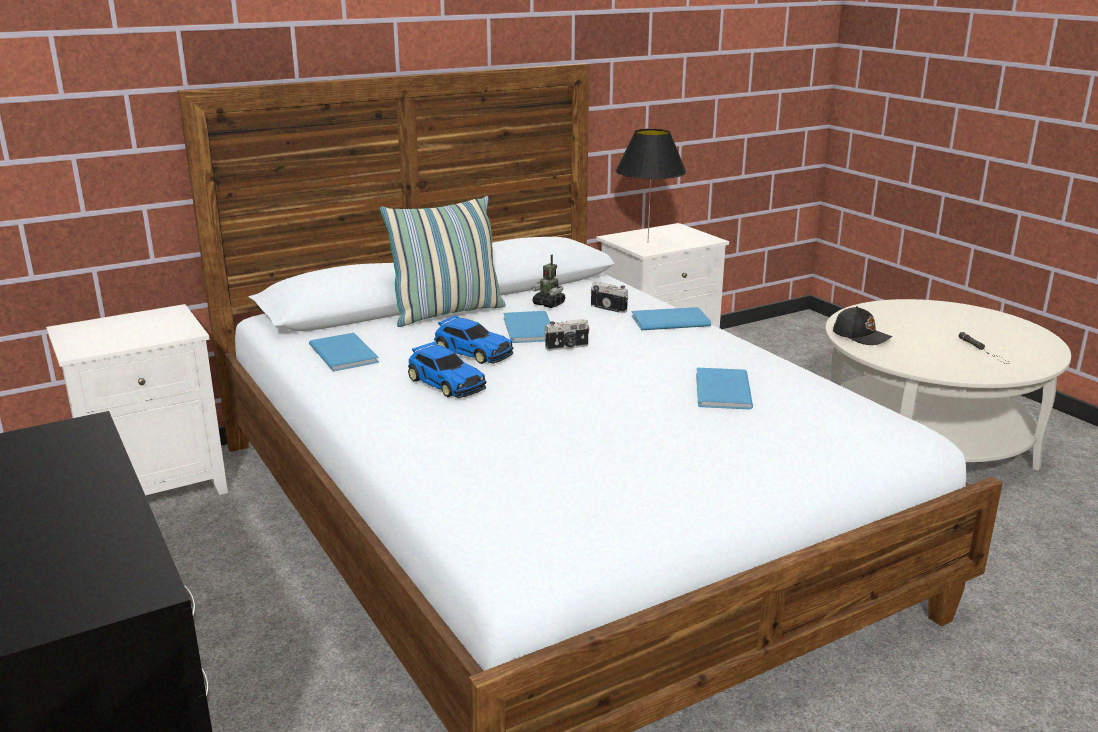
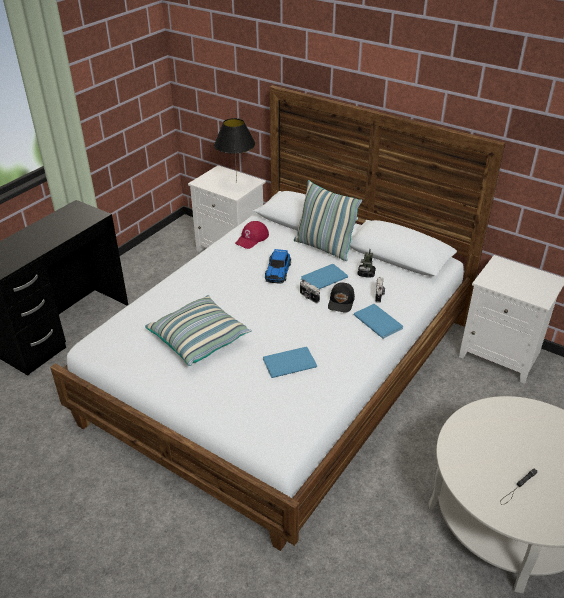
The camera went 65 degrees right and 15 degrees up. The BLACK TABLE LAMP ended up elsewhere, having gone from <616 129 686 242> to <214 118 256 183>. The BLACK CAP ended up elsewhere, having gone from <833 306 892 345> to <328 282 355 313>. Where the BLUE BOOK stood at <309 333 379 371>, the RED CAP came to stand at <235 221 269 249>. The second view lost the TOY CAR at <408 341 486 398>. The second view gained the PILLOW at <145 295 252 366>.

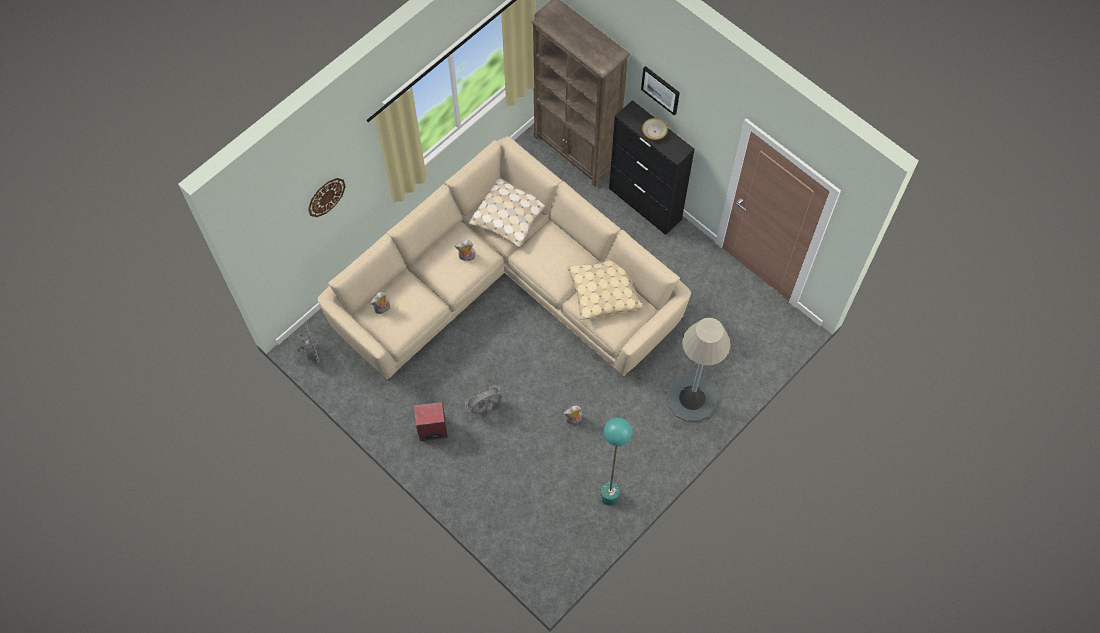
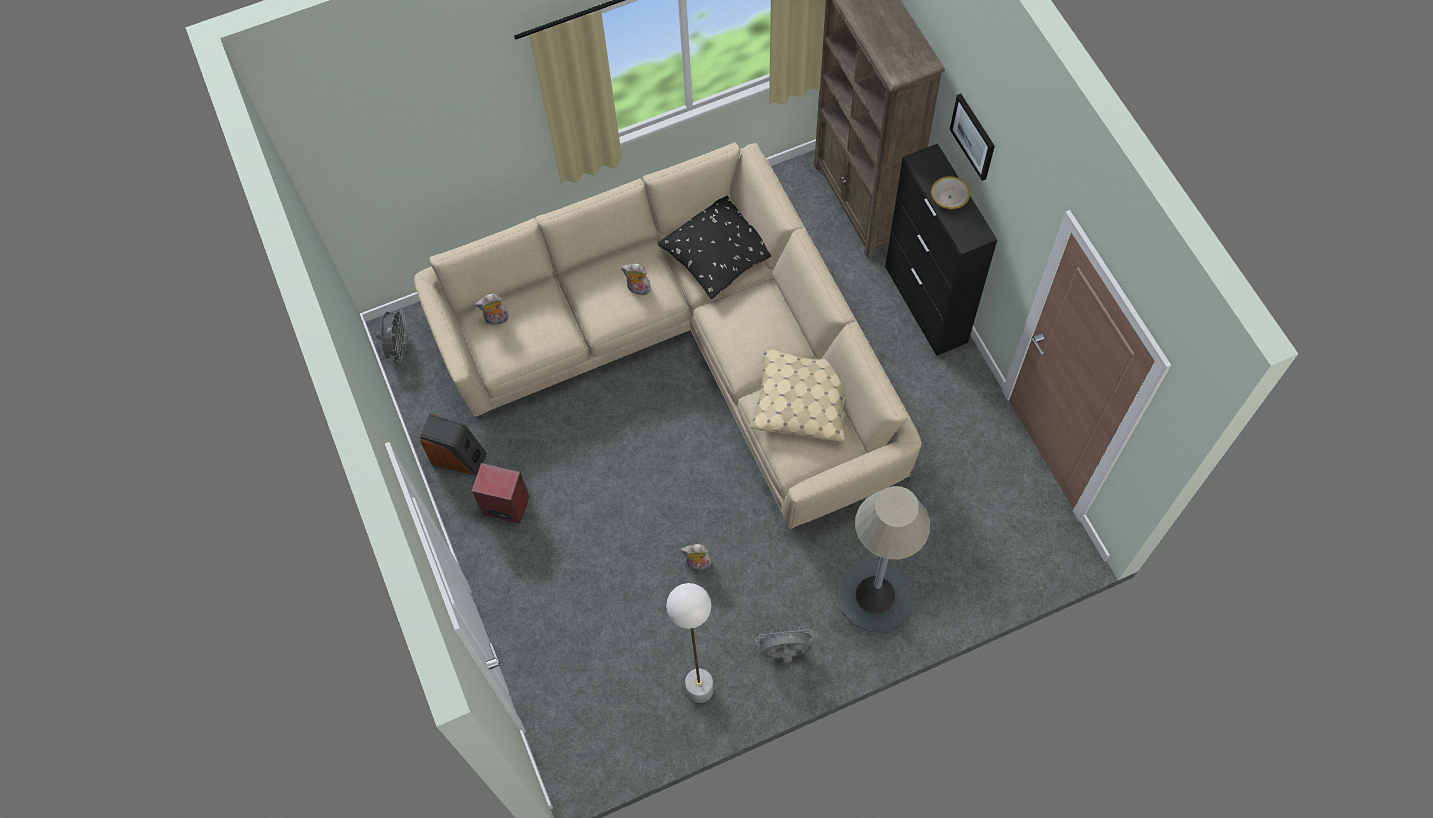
The camera went 25 degrees right and 0 degrees up. What was the BEIGE PILLOW at <468 176 545 247> turned into the BLACK PILLOW at <658 196 771 299>. The second view lost the WALL CLOCK at <308 178 346 217>. The GREY FAN ended up elsewhere, having gone from <465 385 502 414> to <755 627 814 663>. What was the TURQUOISE FLOOR LAMP at <600 418 633 505> turned into the WHITE FLOOR LAMP at <666 583 714 703>. The second view gained the SPEAKER at <420 414 487 475>.

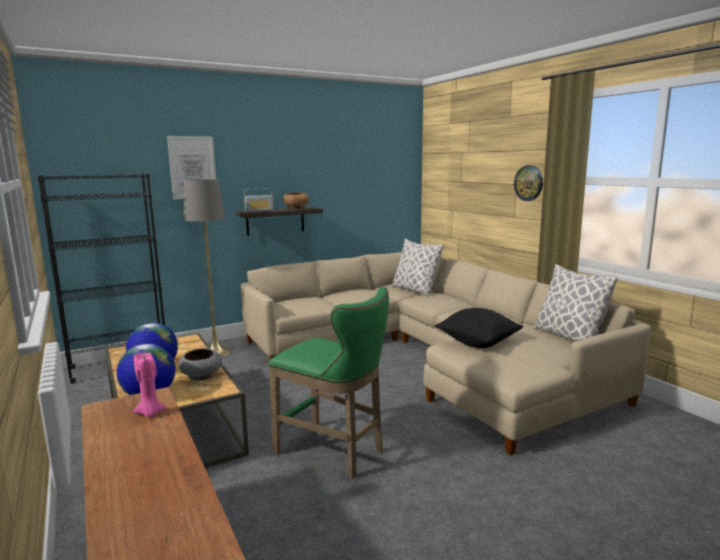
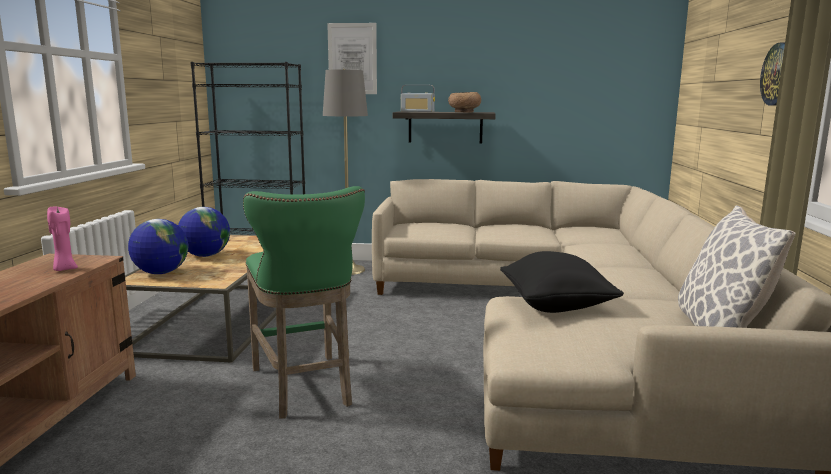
The camera went 35 degrees right and 0 degrees up. The second view lost the PILLOW at <392 239 444 296>. The second view lost the GREY BOWL at <178 348 222 381>.

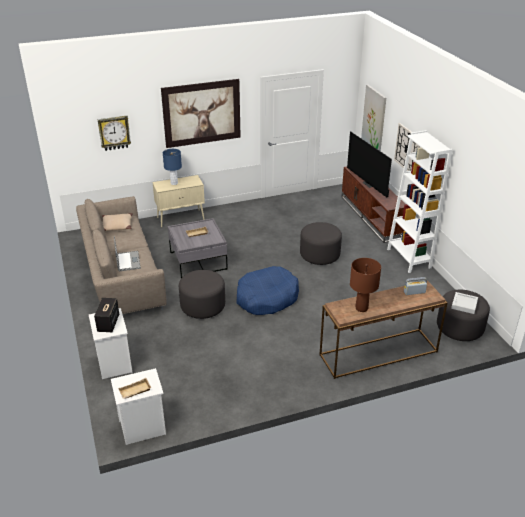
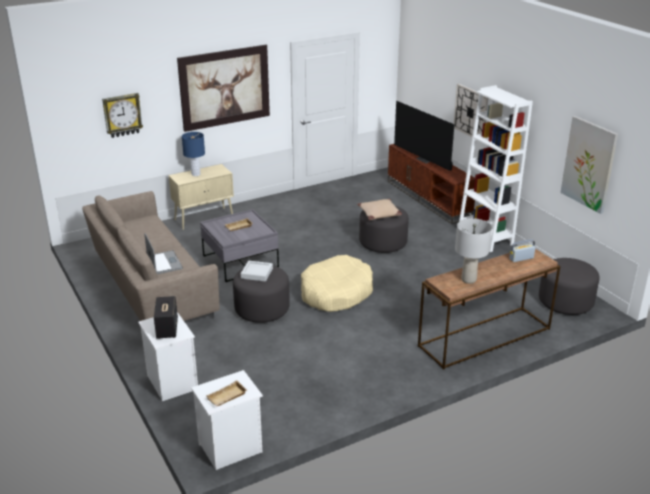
The camera went 10 degrees left and 5 degrees down. The PICTURE ended up elsewhere, having gone from <361 85 386 151> to <560 116 618 214>. The BEIGE PILLOW ended up elsewhere, having gone from <102 213 133 231> to <357 199 402 220>. What was the BROWN TABLE LAMP at <350 258 381 312> turned into the GREY TABLE LAMP at <455 218 492 284>. What was the BLUE DOG BED at <237 266 299 315> turned into the BEIGE DOG BED at <301 255 373 312>. The GREY TRAY ended up elsewhere, having gone from <451 292 478 314> to <241 261 273 282>.

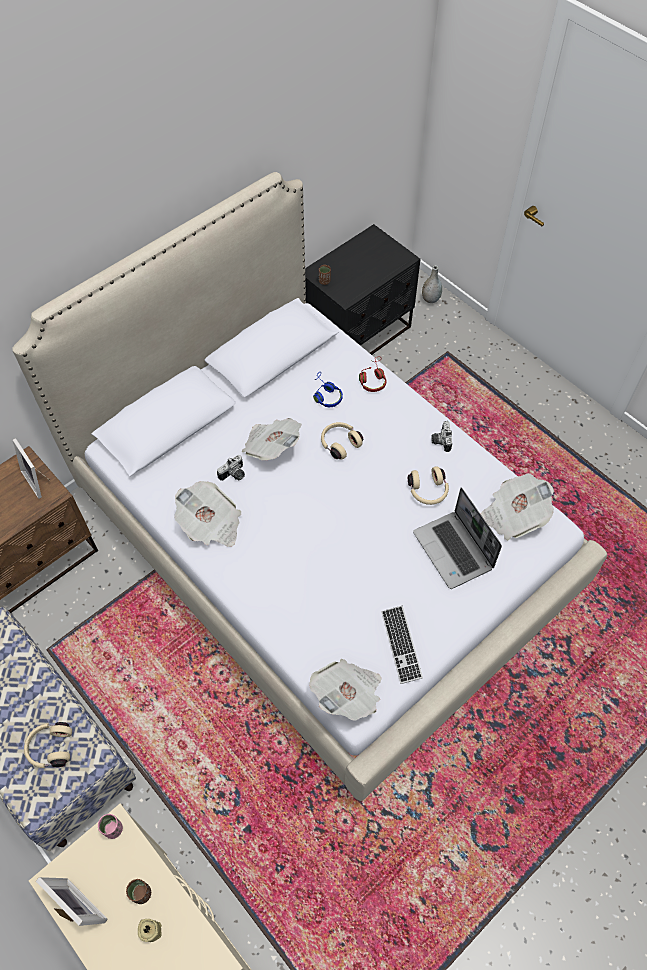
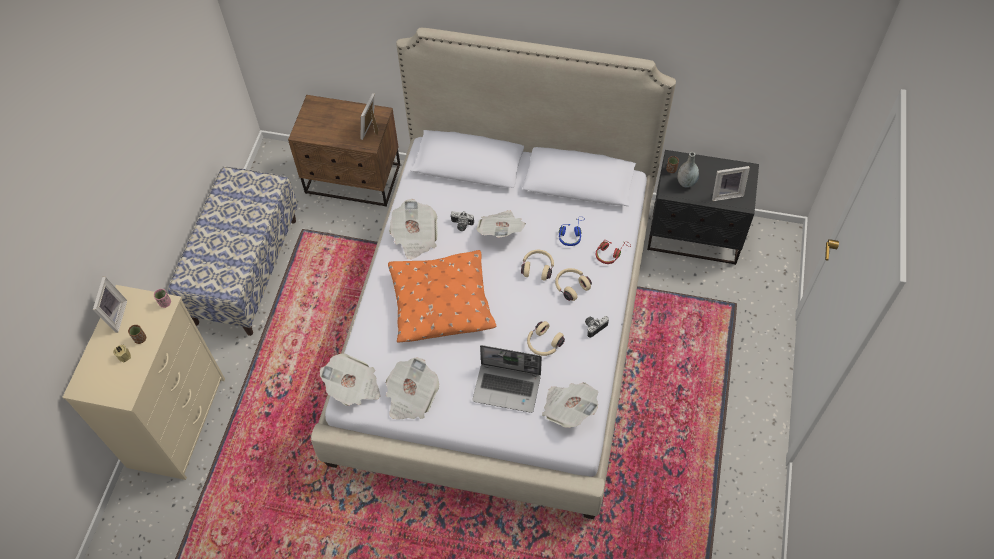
The camera went 55 degrees right and 0 degrees up. The GREY VASE ended up elsewhere, having gone from <422 265 442 303> to <677 152 699 188>. The LAPTOP at <413 487 502 589> ended up facing another way, 105 degrees counterclockwise from before. Where the KEYBOARD stood at <381 606 423 684>, the NEWSPAPER came to stand at <386 357 439 420>. The BEIGE HEADPHONES ended up elsewhere, having gone from <24 722 72 768> to <555 268 592 301>. The second view gained the PICTURE FRAME at <712 166 750 201>. The second view gained the ORANGE PILLOW at <388 250 496 342>.

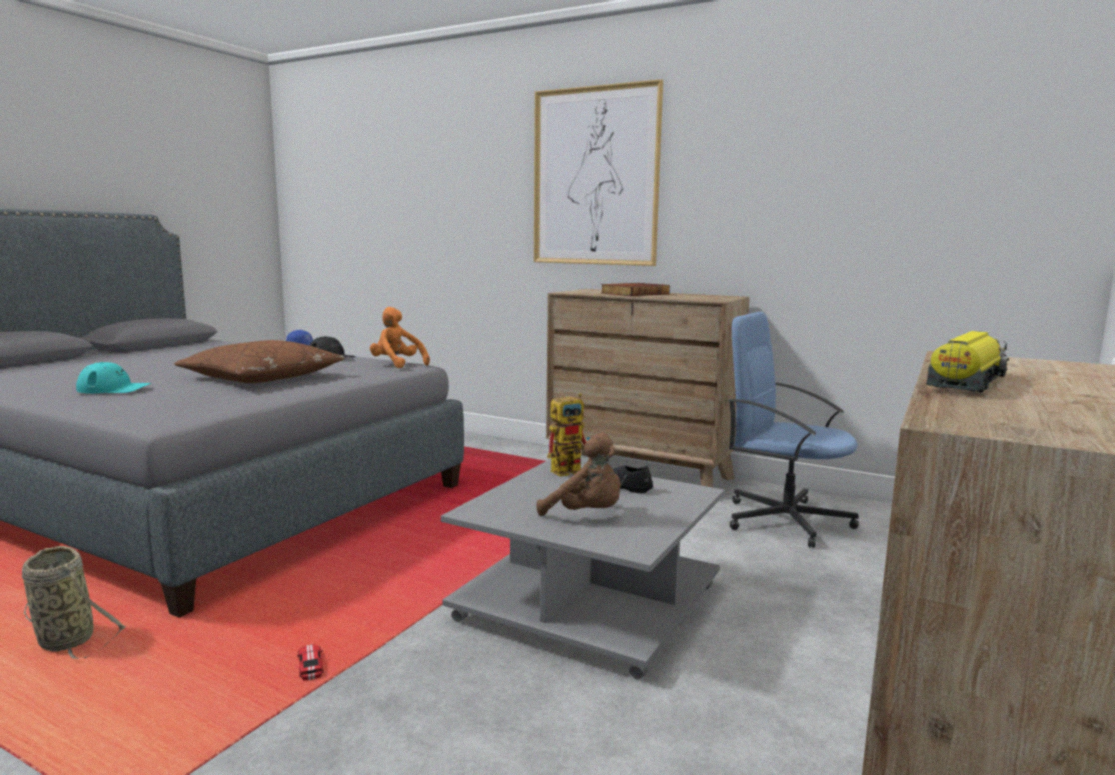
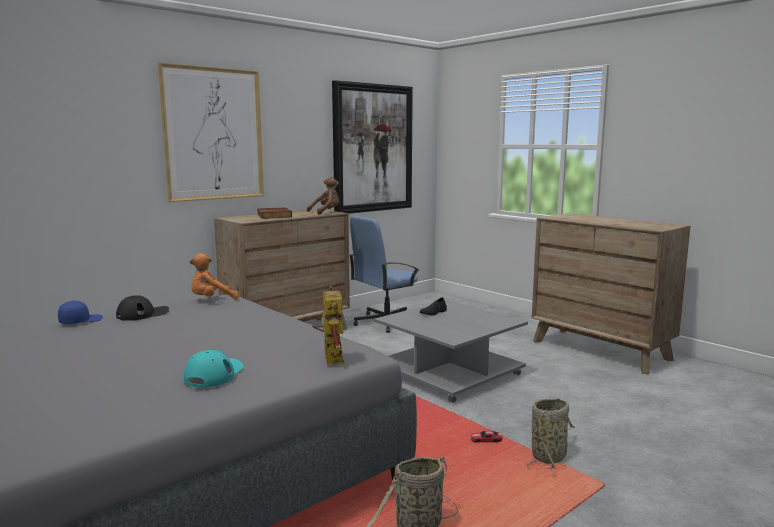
The camera went 70 degrees left and 0 degrees up. The second view lost the TOY TRUCK at <926 331 1009 392>. The second view lost the BROWN PILLOW at <174 340 345 383>. The TOY ROBOT ended up elsewhere, having gone from <547 393 590 477> to <312 286 346 365>. The BROWN PLUSH TOY ended up elsewhere, having gone from <537 433 621 516> to <307 177 339 215>. The second view gained the PICTURE at <332 80 413 214>. The second view gained the BASKET at <527 398 575 470>.

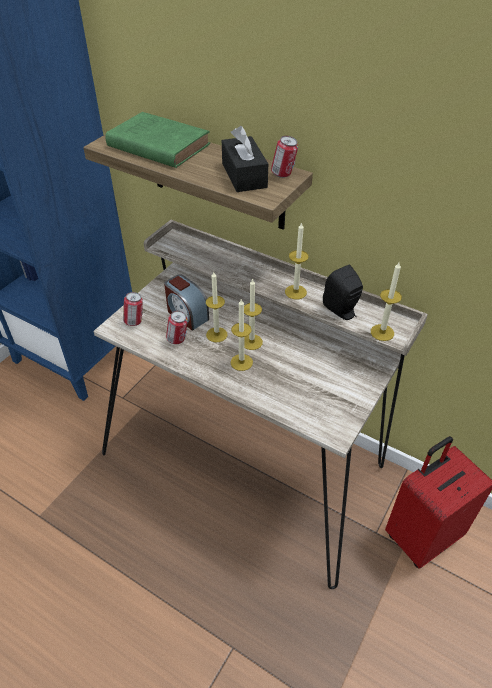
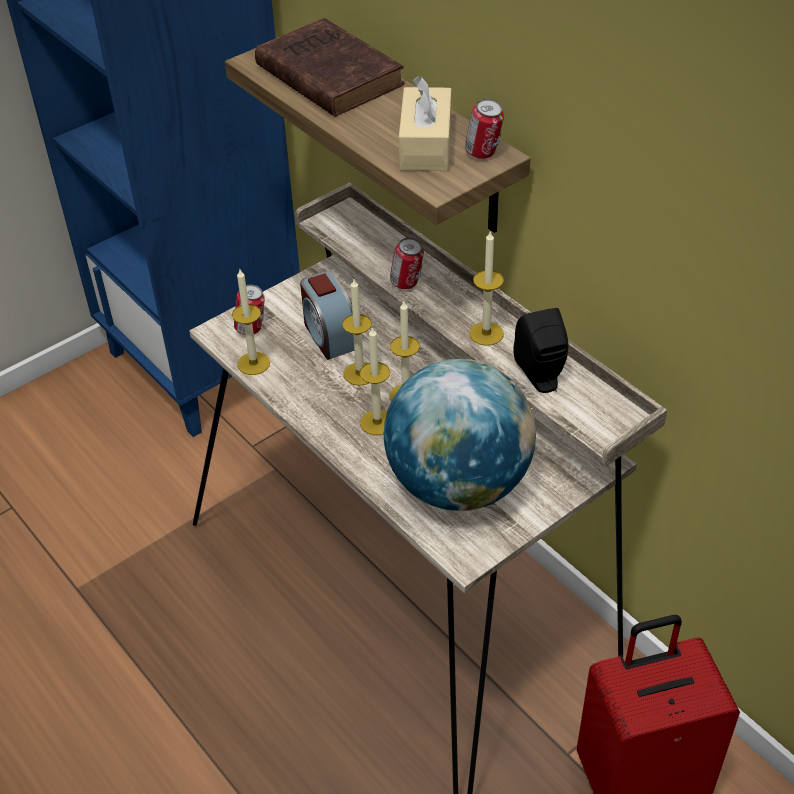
The camera went 20 degrees right and 0 degrees up. What was the GREEN BOOK at <105 112 210 168> turned into the BROWN BOOK at <255 18 405 117>. What was the BLACK TISSUE BOX at <222 126 268 192> turned into the BEIGE TISSUE BOX at <399 76 451 171>. The CANDLE ended up elsewhere, having gone from <371 262 402 341> to <232 269 270 375>. The CAN ended up elsewhere, having gone from <166 311 188 344> to <390 238 424 289>. The second view gained the GLOBE at <384 359 536 511>.

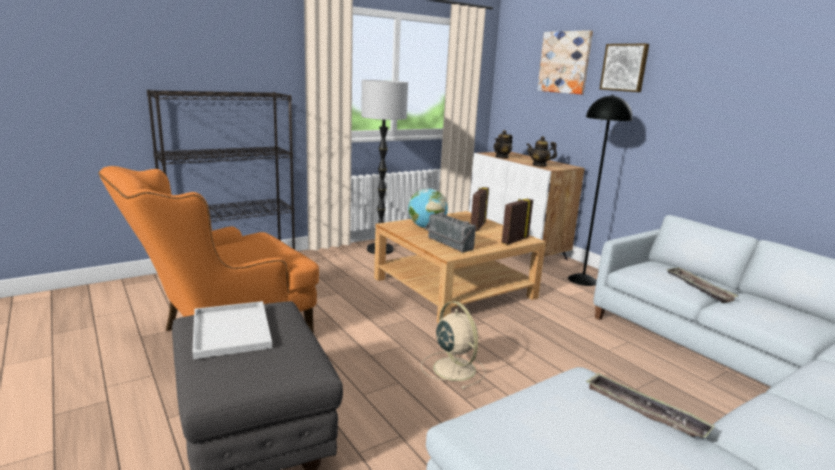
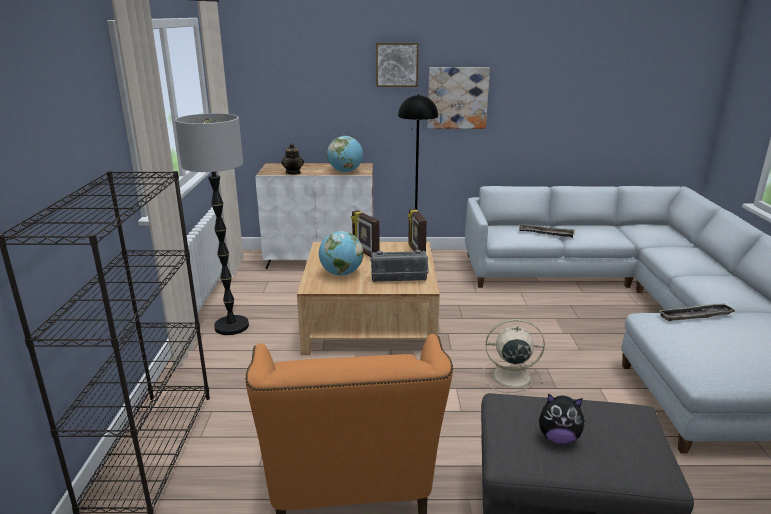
The camera went 55 degrees left and 5 degrees up. The PICTURE ended up elsewhere, having gone from <537 30 593 94> to <427 67 490 129>. Where the TEAPOT stood at <526 136 557 167>, the GLOBE came to stand at <327 136 363 173>. Where the WHITE TRAY stood at <192 301 272 359>, the PLUSH TOY came to stand at <539 394 586 444>.

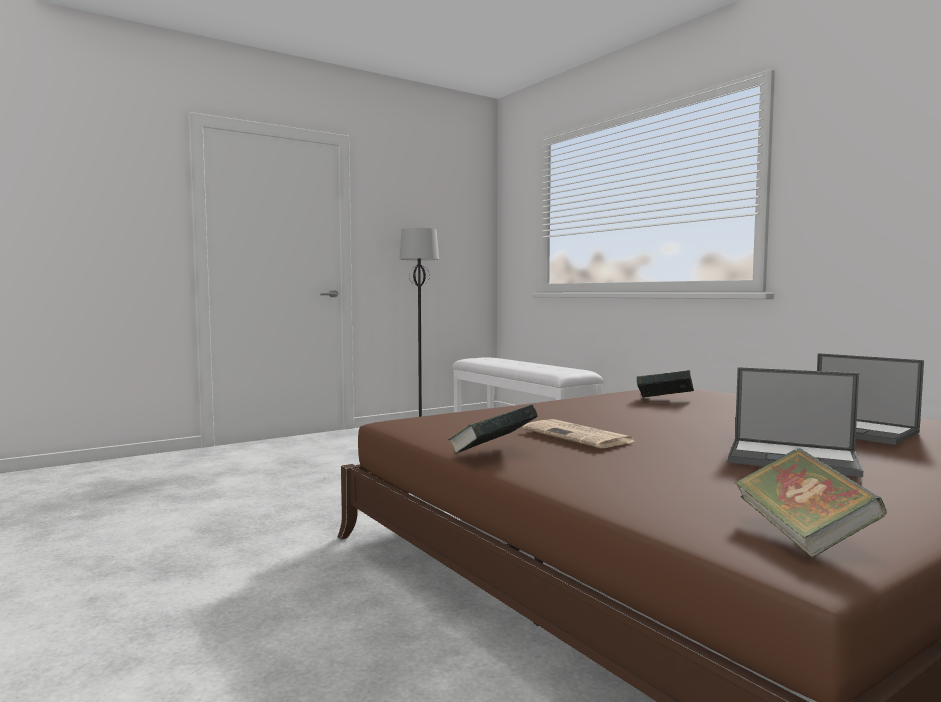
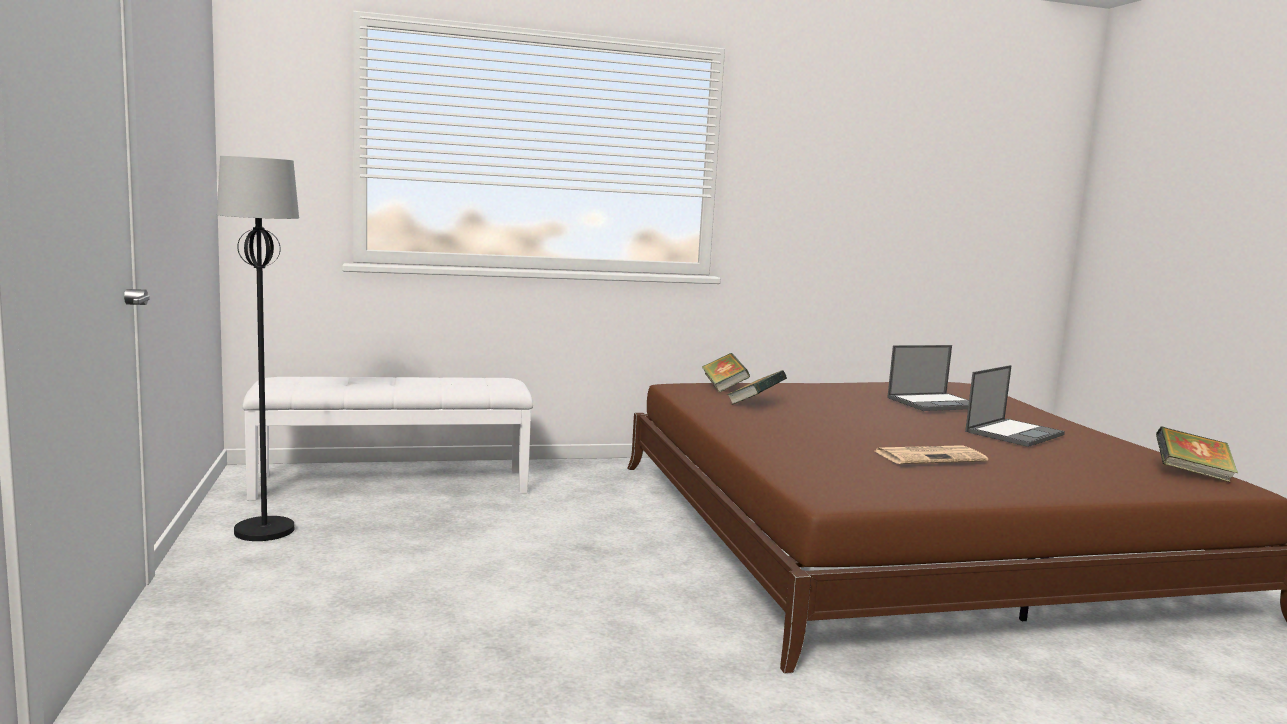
The camera went 70 degrees left and 5 degrees up. The BOOK ended up elsewhere, having gone from <448 404 538 455> to <702 353 750 393>.

